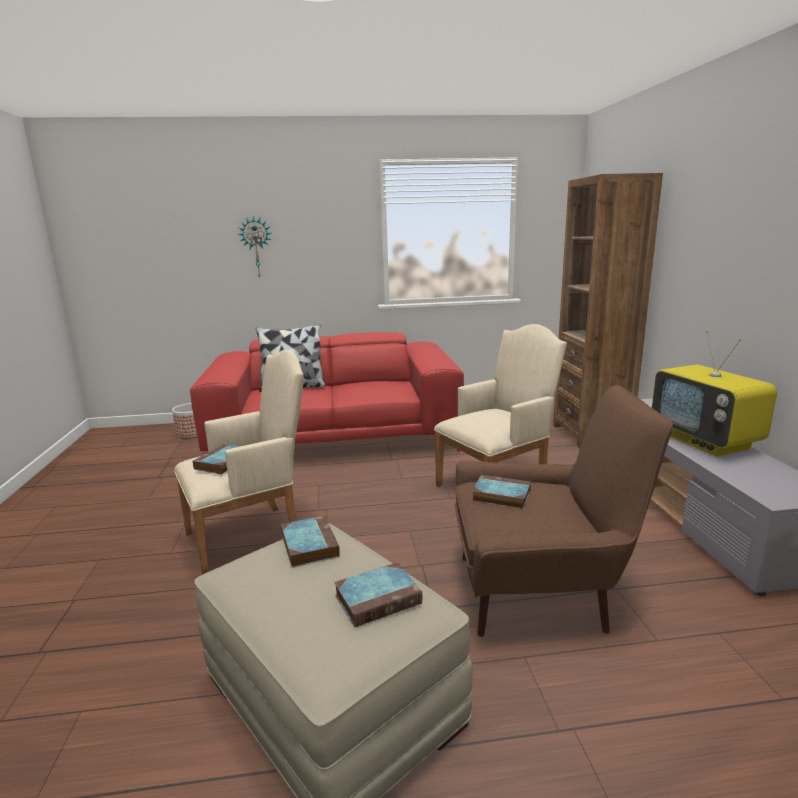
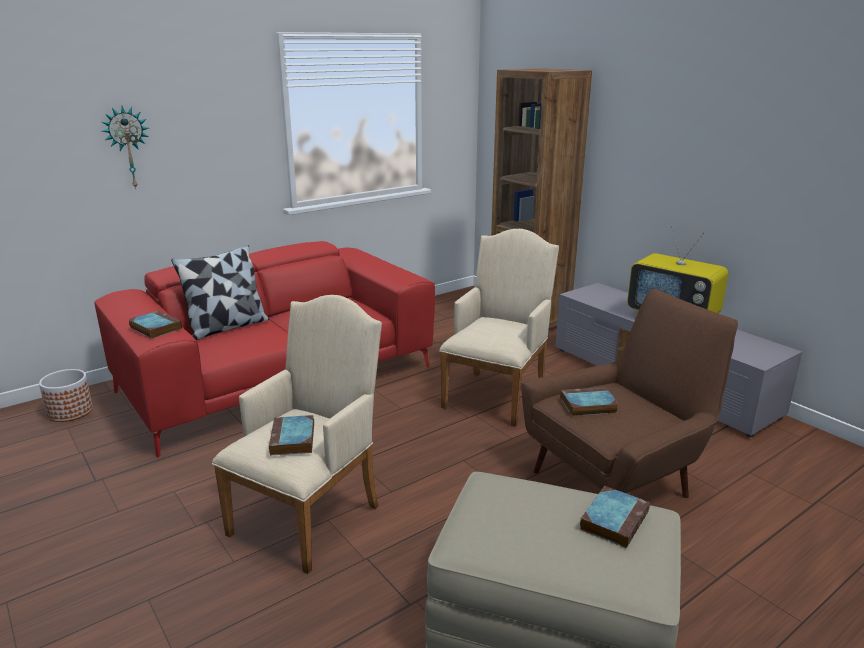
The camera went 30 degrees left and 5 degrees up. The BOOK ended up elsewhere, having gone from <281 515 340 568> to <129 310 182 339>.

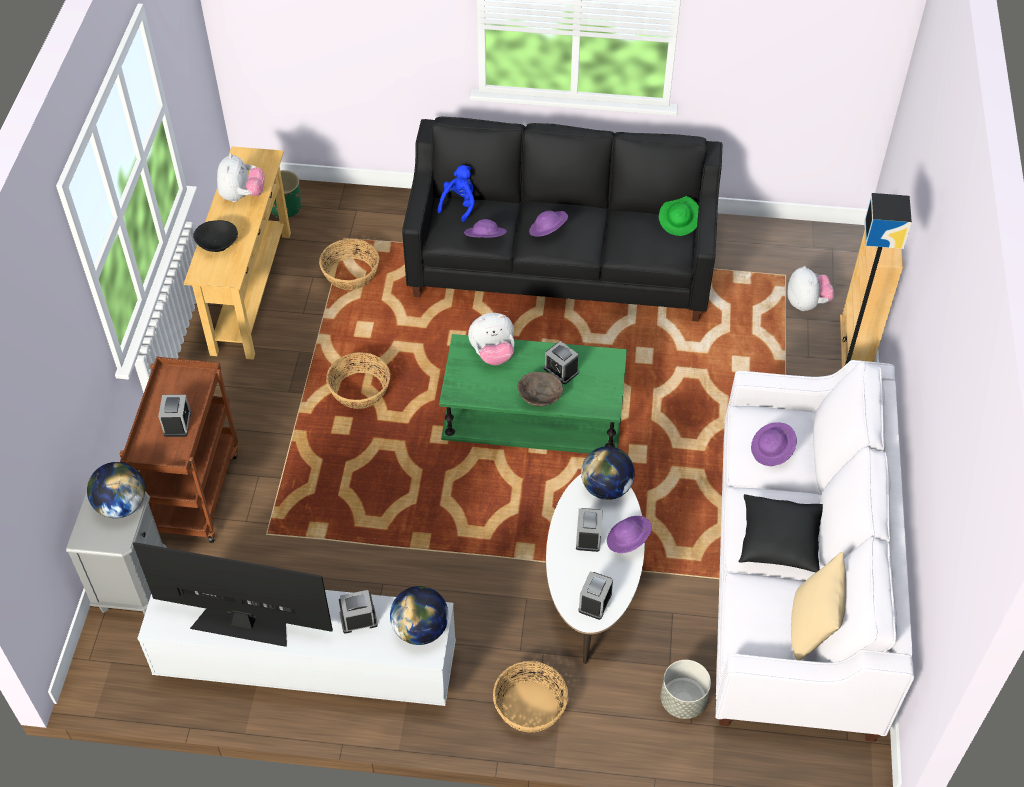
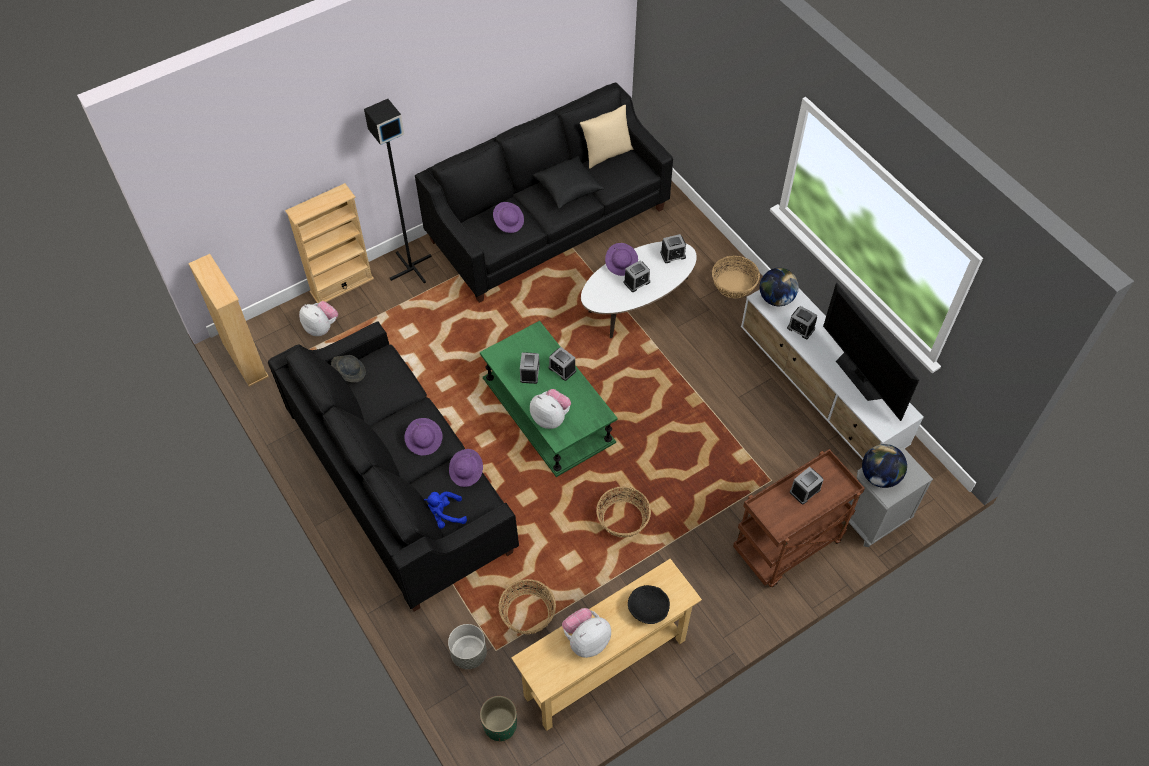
The camera went 130 degrees left and 5 degrees up. What was the GREEN HAT at <659 196 699 236> turned into the GREY HAT at <331 355 366 383>. The PLUSH TOY at <787 266 834 311> ended up facing another way, 90 degrees clockwise from before. What was the WHITE SOFA at <716 360 915 742> turned into the BLACK SOFA at <415 82 673 303>. Where the BROWN BOWL stood at <518 372 563 406>, the ALARM CLOCK came to stand at <549 347 576 381>. The second view lost the GLOBE at <581 446 635 500>. The GREY PLANTER ended up elsewhere, having gone from <661 660 711 719> to <448 624 487 669>. The second view gained the BEIGE BOOKCASE at <188 254 269 387>.

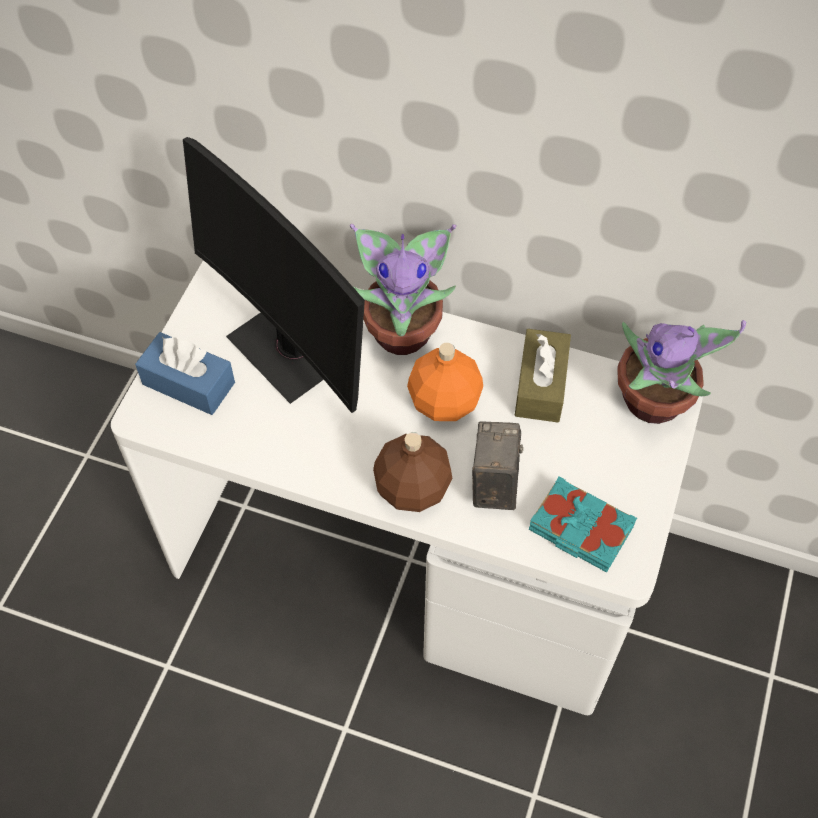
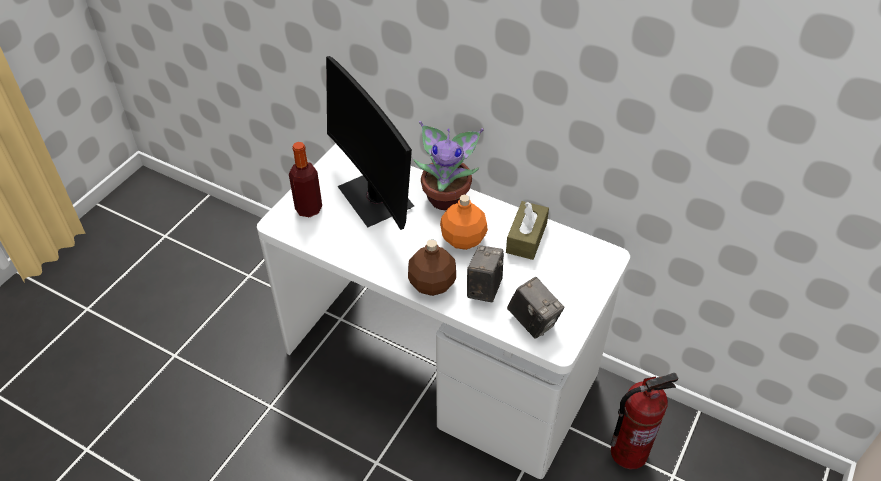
The camera went 10 degrees right and 10 degrees down. The second view lost the POTTED PLANT at <617 320 746 424>. Where the BLUE TISSUE BOX stood at <135 332 235 415>, the BOTTLE came to stand at <289 142 322 217>. Where the TURQUOISE BOOK stood at <529 477 637 573>, the PHOTO CAMERA came to stand at <507 277 564 339>. The second view gained the FIRE EXTINGUISHER at <611 373 678 469>.

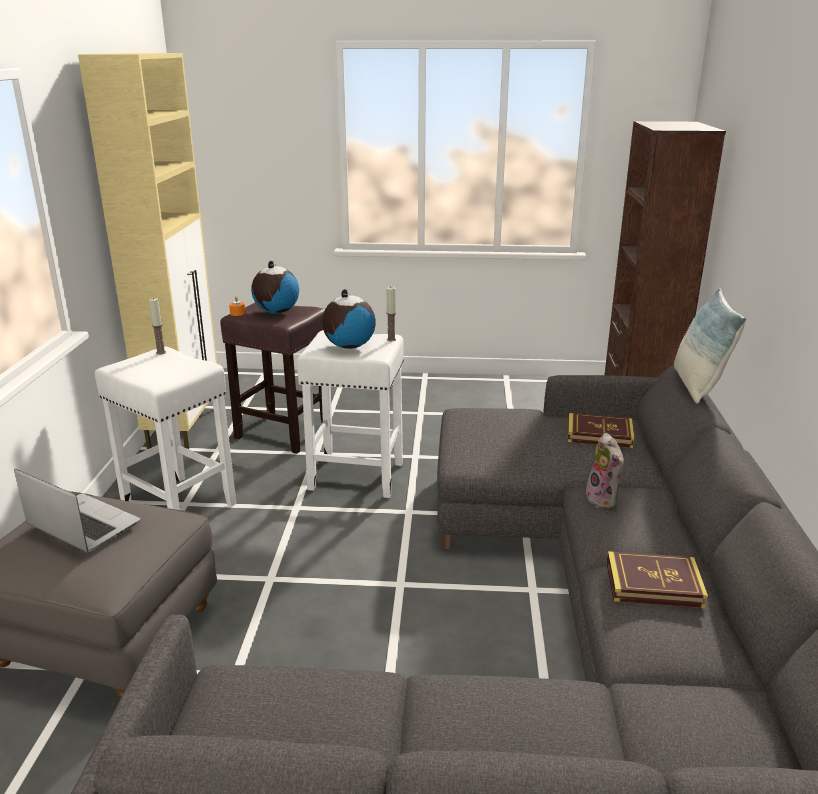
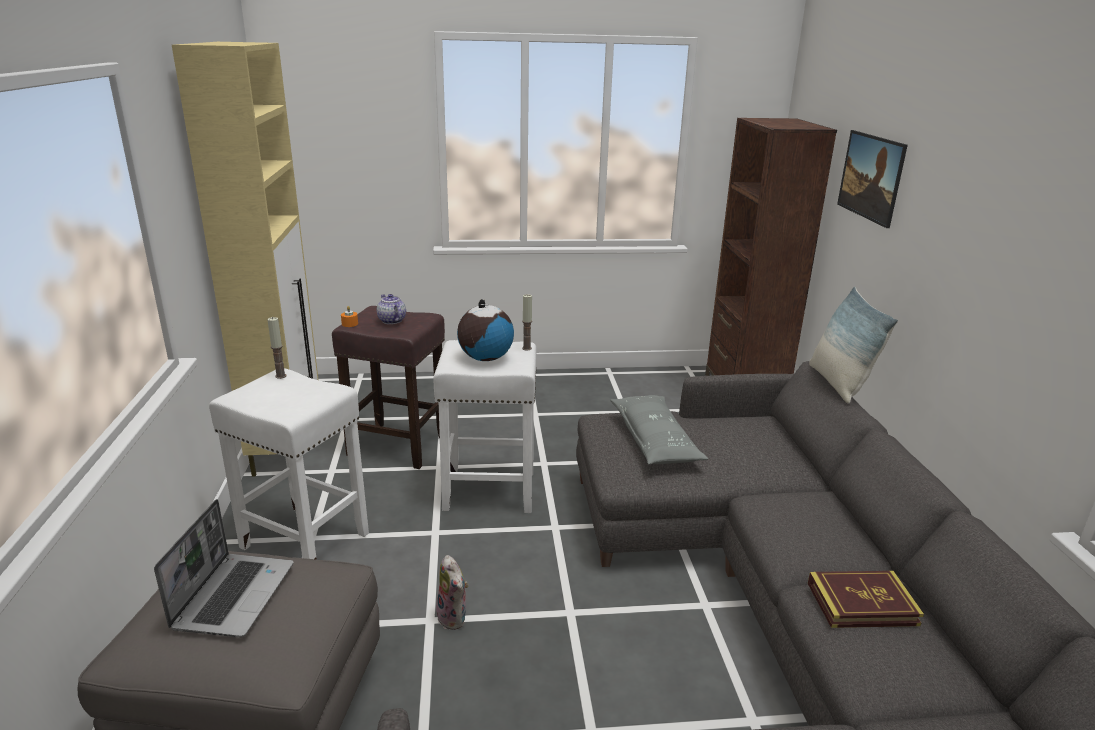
The camera went 10 degrees left and 0 degrees up. Where the GLOBE stood at <251 261 299 314>, the TEAPOT came to stand at <377 294 406 324>. The second view lost the BOOK at <567 413 634 448>. The PLUSH TOY ended up elsewhere, having gone from <586 433 624 509> to <436 555 469 630>. The LAPTOP at <14 469 141 553> ended up facing another way, 75 degrees clockwise from before. The second view gained the PICTURE at <837 130 908 228>. The second view gained the GREY PILLOW at <610 395 708 464>.

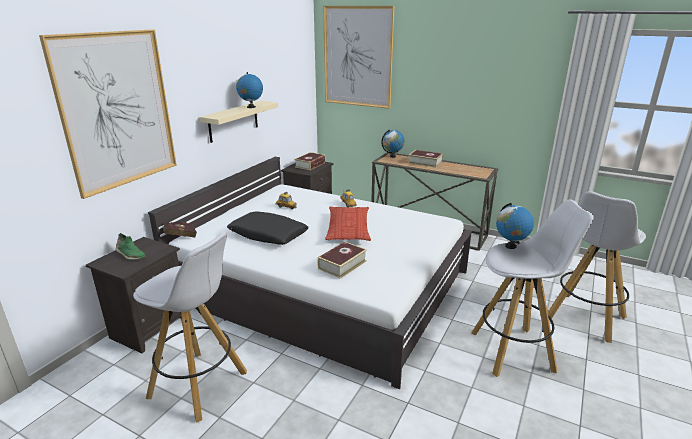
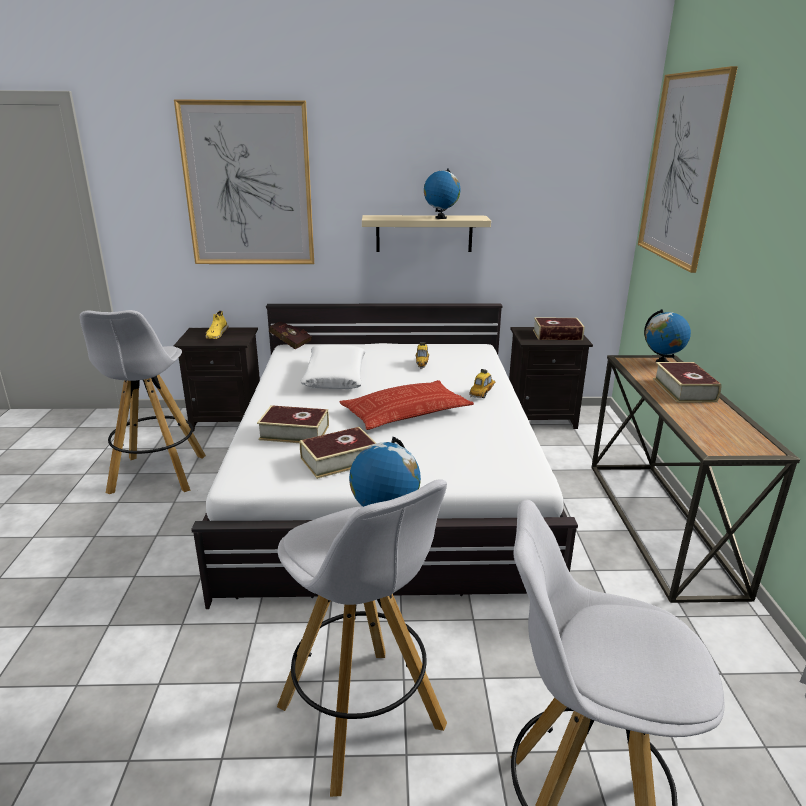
The camera went 60 degrees right and 0 degrees up. What was the BLACK PILLOW at <227 212 309 245> turned into the WHITE PILLOW at <300 345 366 389>. What was the GREEN SHOE at <116 233 146 260> turned into the YELLOW SHOE at <205 311 229 339>. The second view gained the BOOK at <300 427 376 479>.

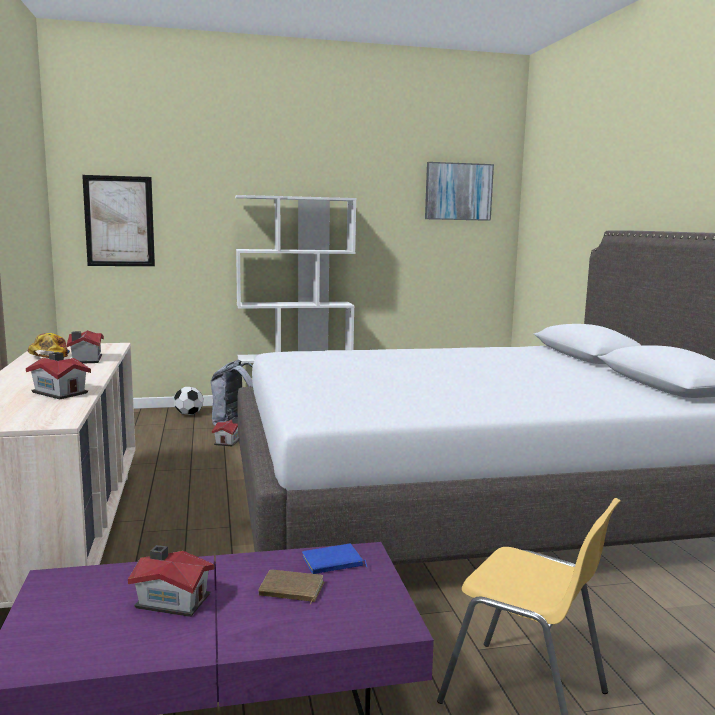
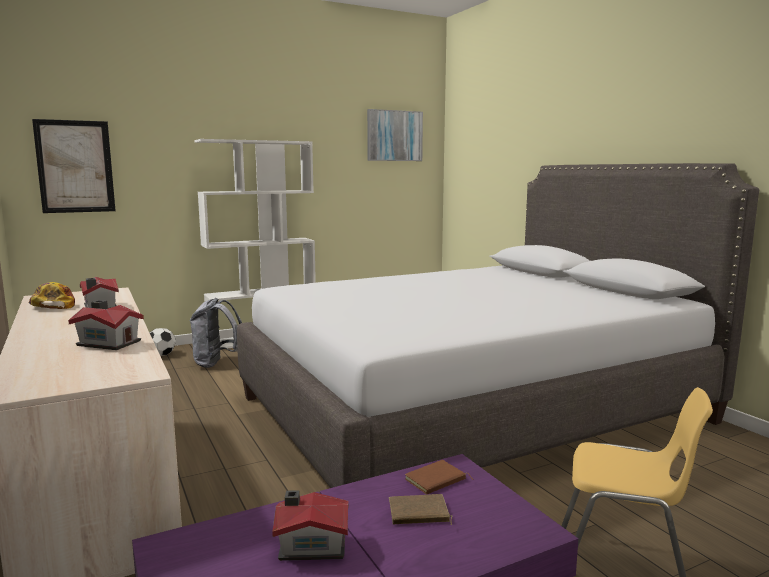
The camera went 15 degrees left and 0 degrees up. The second view lost the TOY HOUSE at <212 417 239 446>. What was the BLUE BOOK at <302 544 367 574> turned into the BROWN BOOK at <405 460 473 495>.

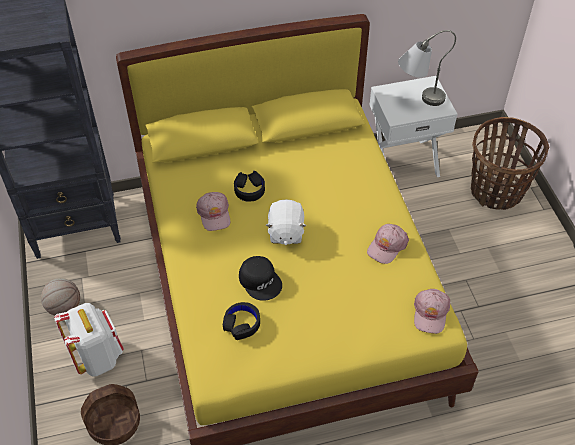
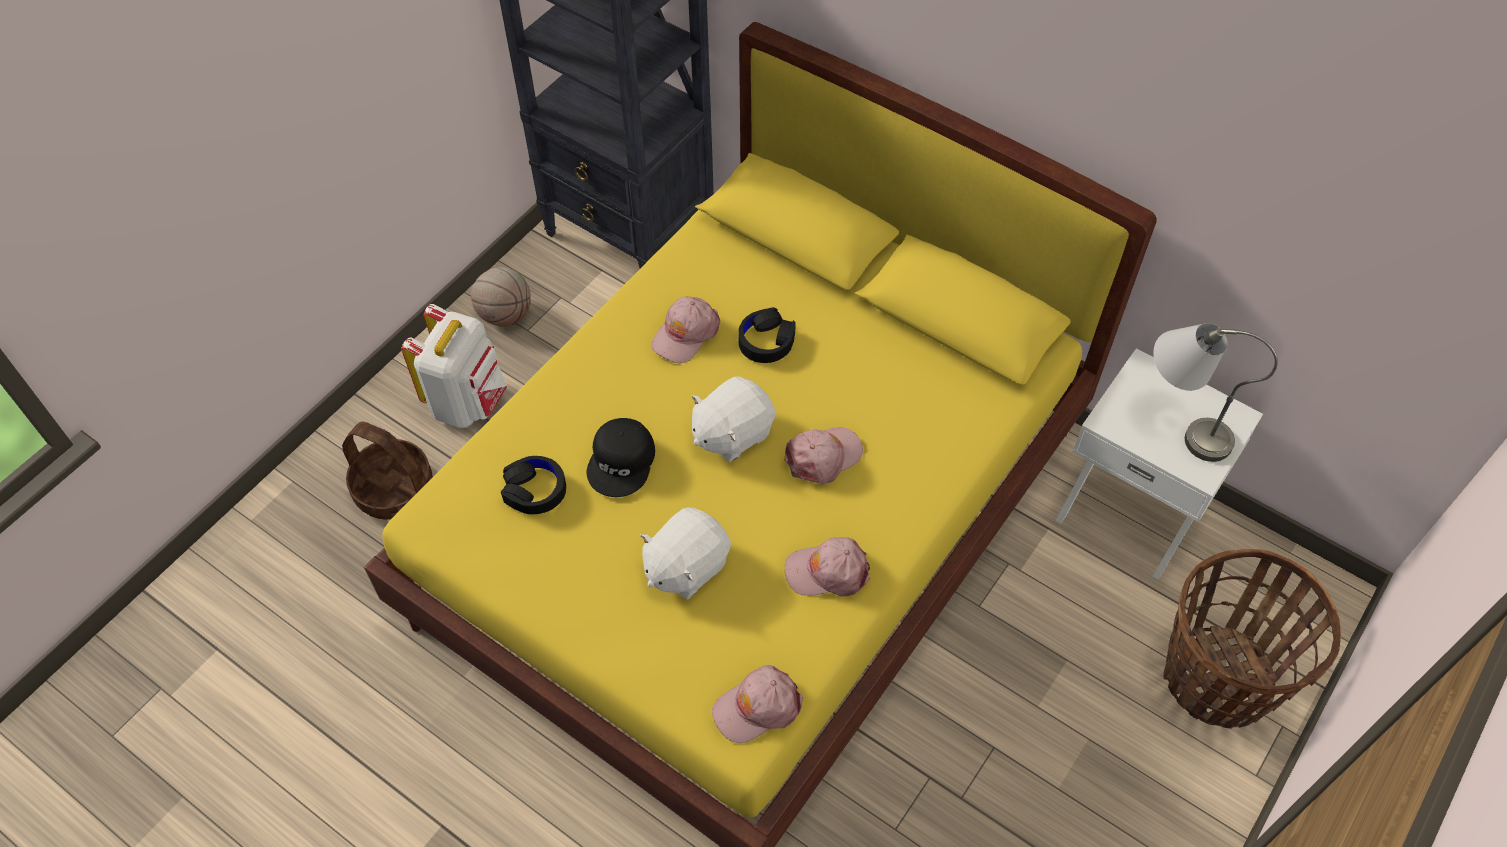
The camera went 50 degrees right and 5 degrees up. The second view gained the PINK CAP at <785 427 863 484>. The second view gained the WHITE PLUSH TOY at <640 507 731 600>.

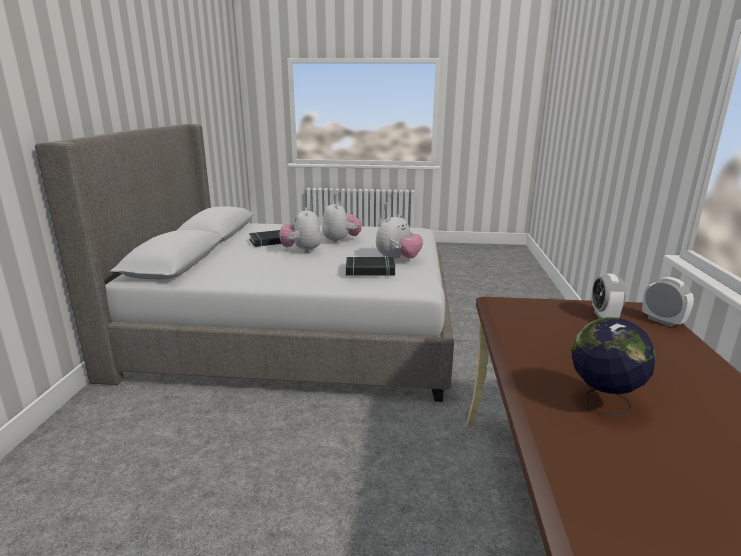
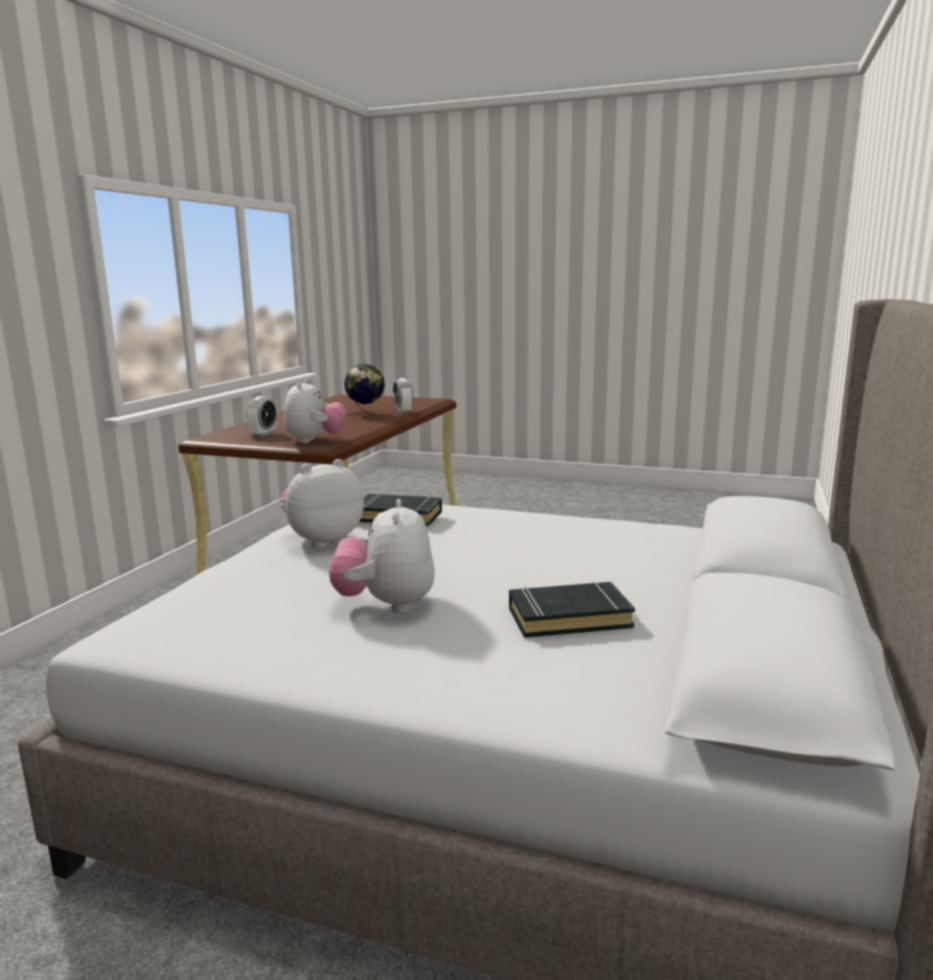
The camera went 165 degrees left and 5 degrees down. The PLUSH TOY ended up elsewhere, having gone from <279 207 322 253> to <284 379 346 443>. The ALARM CLOCK ended up elsewhere, having gone from <642 277 694 327> to <393 378 413 414>.

